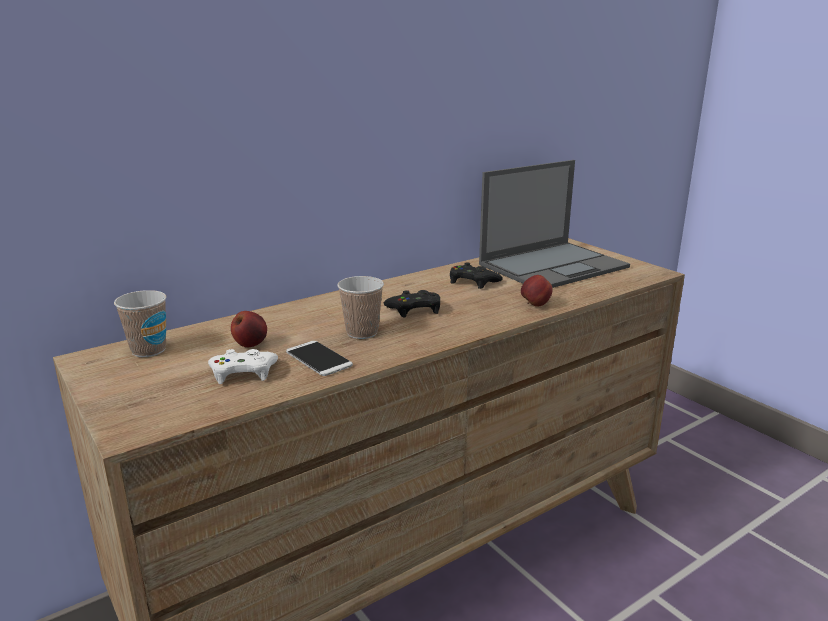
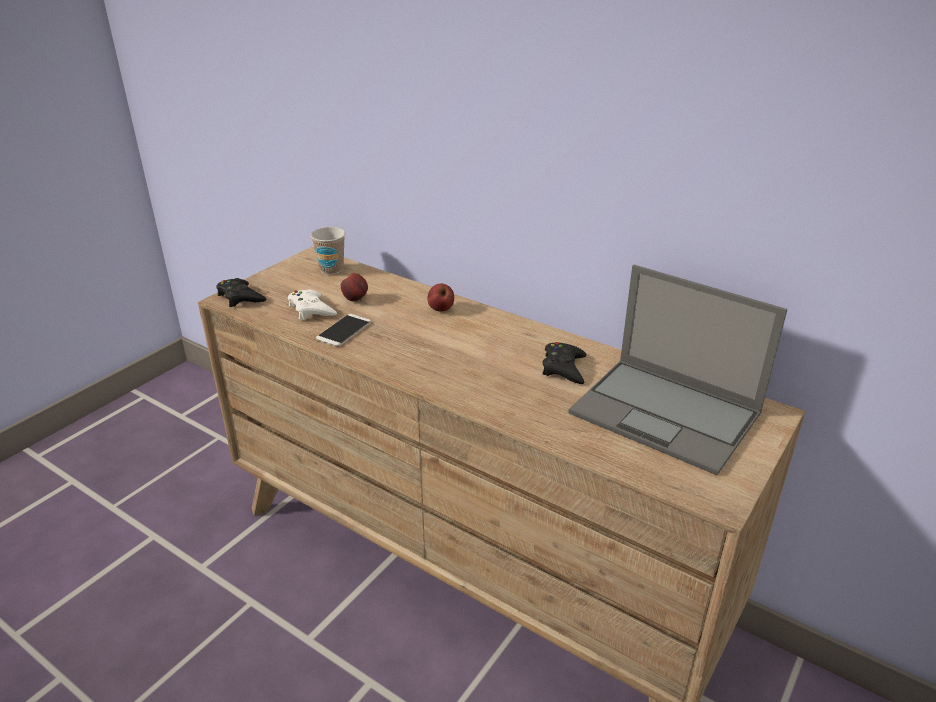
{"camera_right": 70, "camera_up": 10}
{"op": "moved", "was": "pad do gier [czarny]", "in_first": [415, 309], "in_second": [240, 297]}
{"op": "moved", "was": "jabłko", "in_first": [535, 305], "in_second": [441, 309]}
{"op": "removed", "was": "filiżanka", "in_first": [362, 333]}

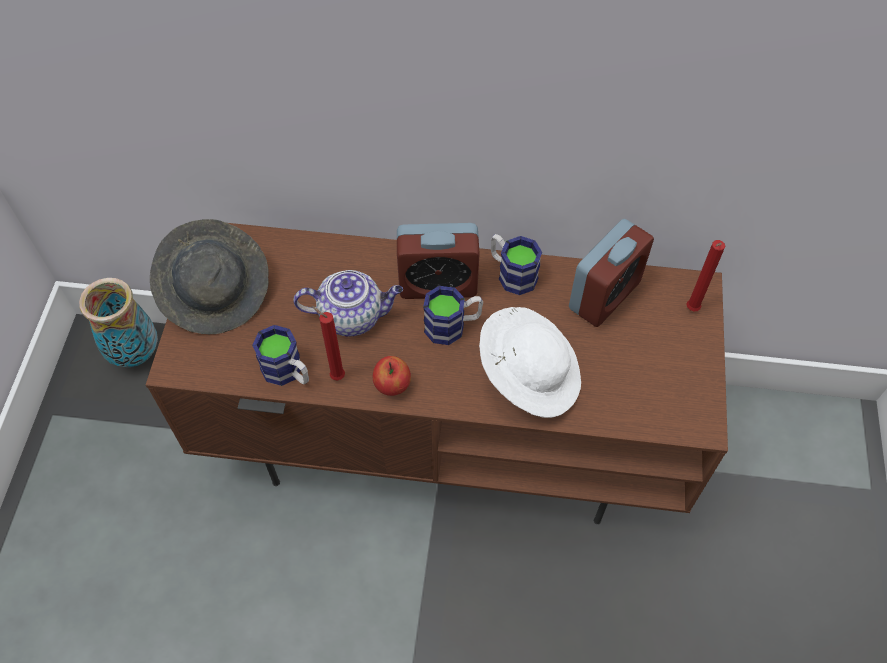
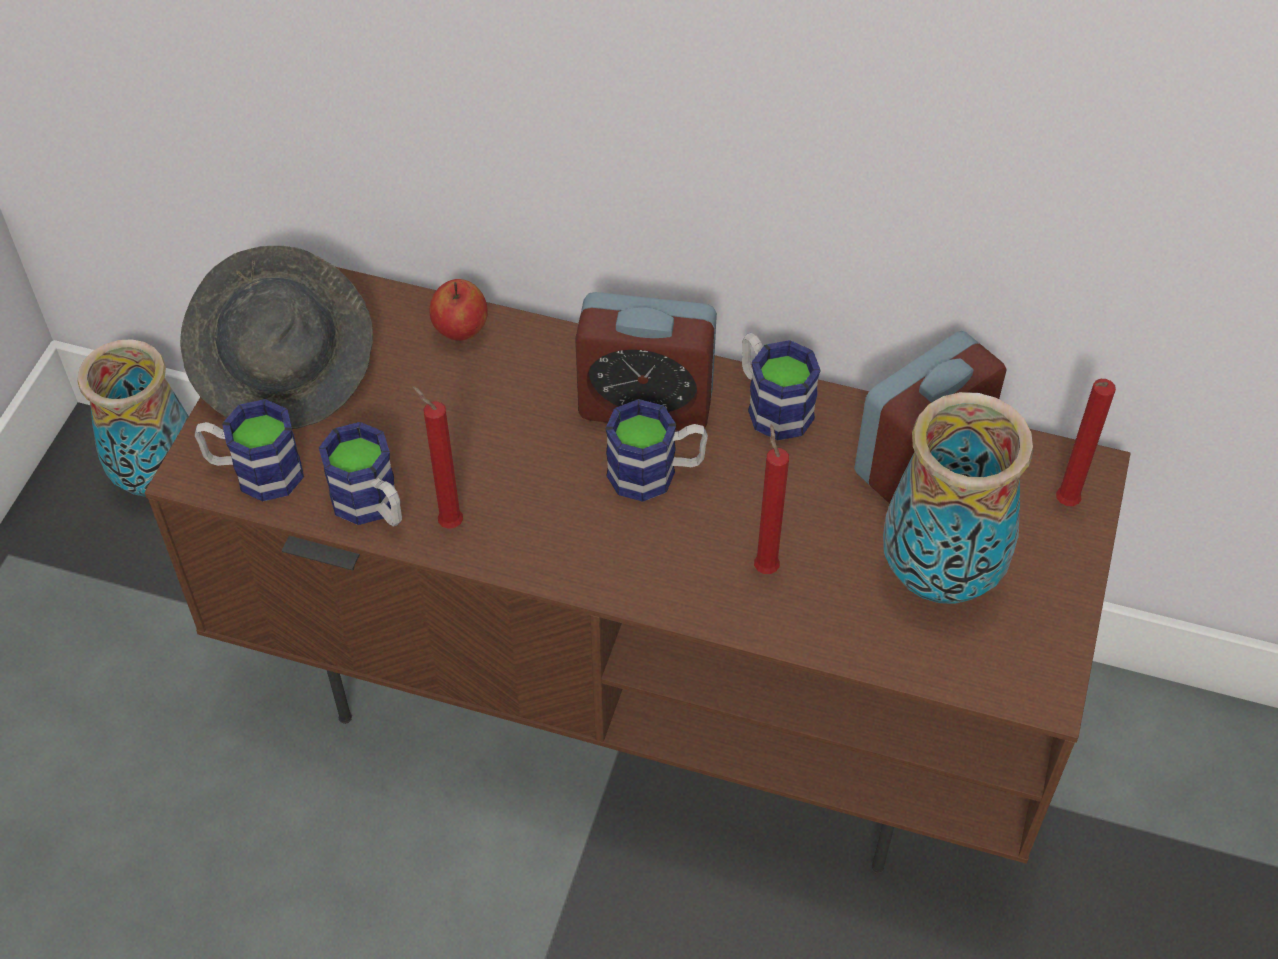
{"camera_right": 10, "camera_up": -5}
{"op": "added", "now": "kubek", "in_second": [255, 472]}
{"op": "moved", "was": "jabłko", "in_first": [392, 386], "in_second": [460, 330]}
{"op": "replaced", "was": "kapelusz [biały]", "now": "świeca [czerwony]", "in_first": [528, 374], "in_second": [765, 566]}
{"op": "added", "now": "wazon", "in_second": [938, 575]}
{"op": "removed", "was": "imbryk", "in_first": [352, 316]}

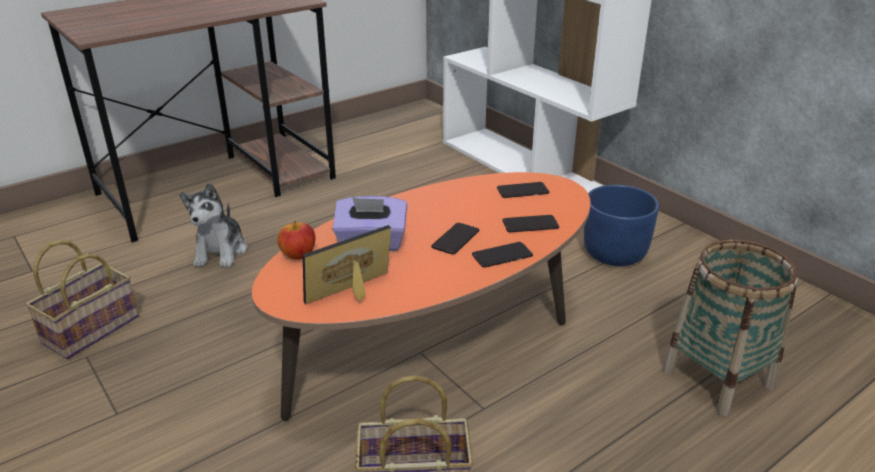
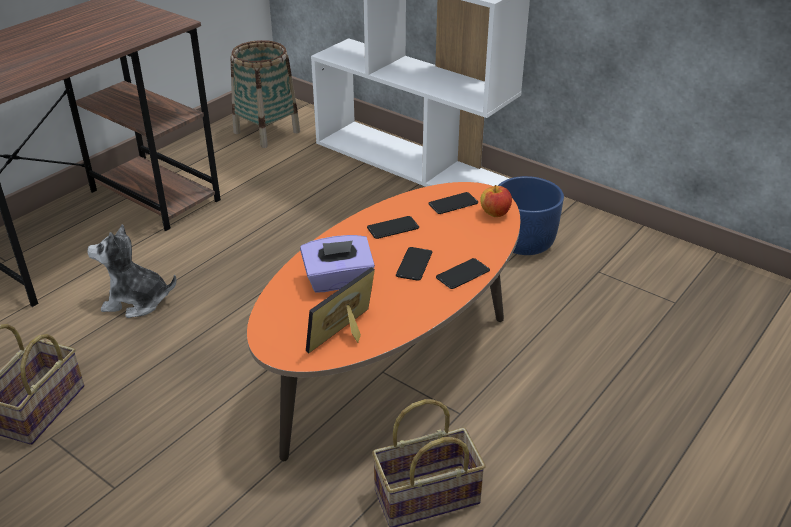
{"camera_right": -15, "camera_up": 5}
{"op": "turned", "was": "pluszak", "in_first": [221, 251], "in_second": [136, 301], "clockwise": 105}
{"op": "moved", "was": "koszyk", "in_first": [717, 378], "in_second": [266, 132]}
{"op": "moved", "was": "telefon", "in_first": [530, 224], "in_second": [393, 228]}
{"op": "moved", "was": "jabłko", "in_first": [298, 255], "in_second": [495, 213]}

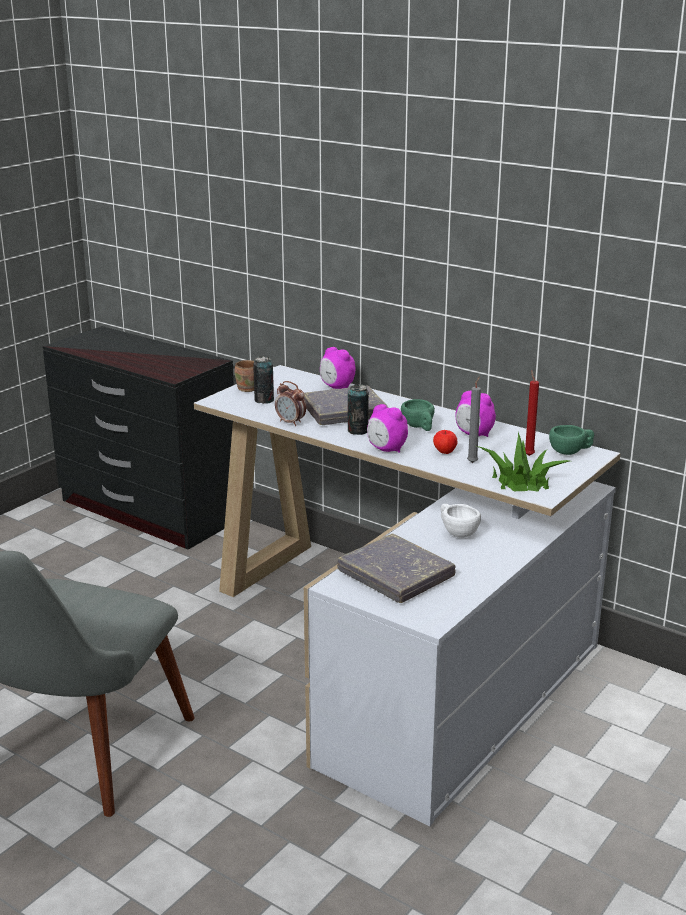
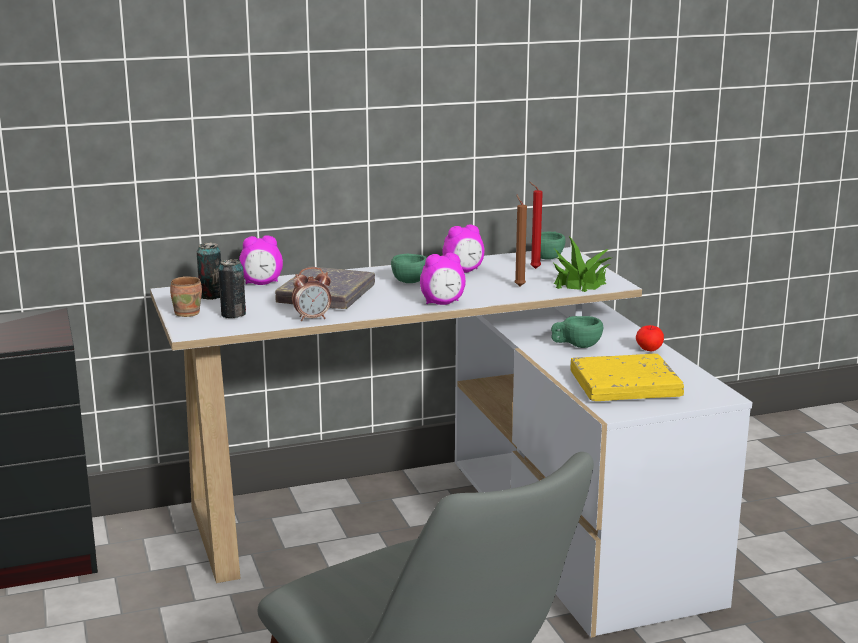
{"camera_right": -55, "camera_up": -5}
{"op": "moved", "was": "puszka", "in_first": [358, 431], "in_second": [211, 296]}
{"op": "recoloured", "was": "świeca [szary]", "now": "świeca [brązowy]", "in_first": [473, 462], "in_second": [518, 286]}
{"op": "recoloured", "was": "filiżanka [biały]", "now": "filiżanka [zielony]", "in_first": [456, 532], "in_second": [576, 345]}
{"op": "recoloured", "was": "książka [szary]", "now": "książka [żółty]", "in_first": [395, 574], "in_second": [625, 385]}
{"op": "moved", "was": "jabłko", "in_first": [444, 452], "in_second": [649, 350]}

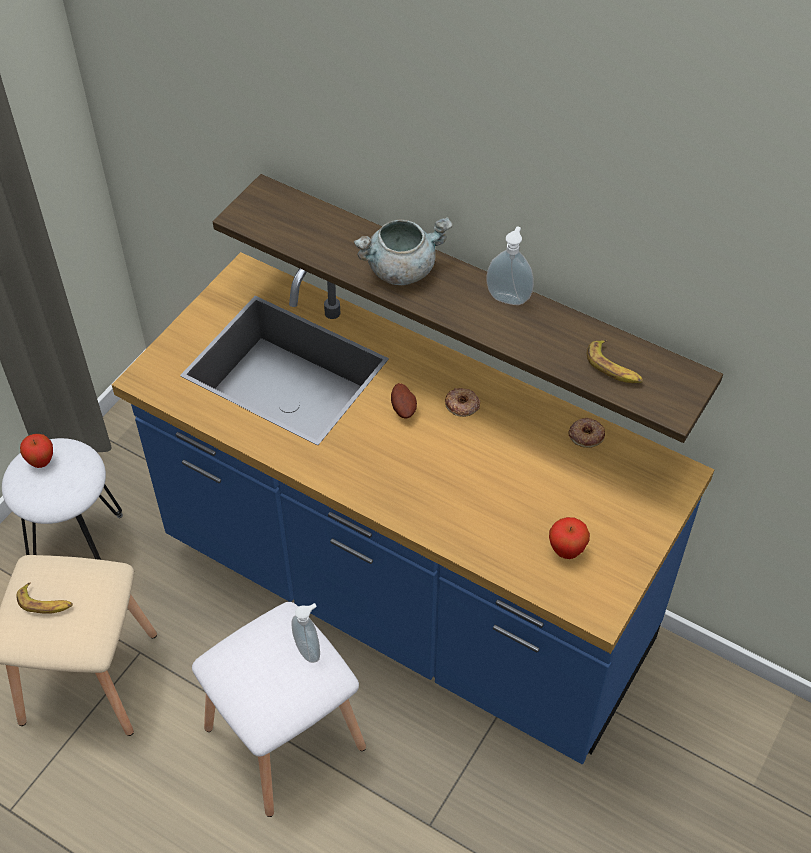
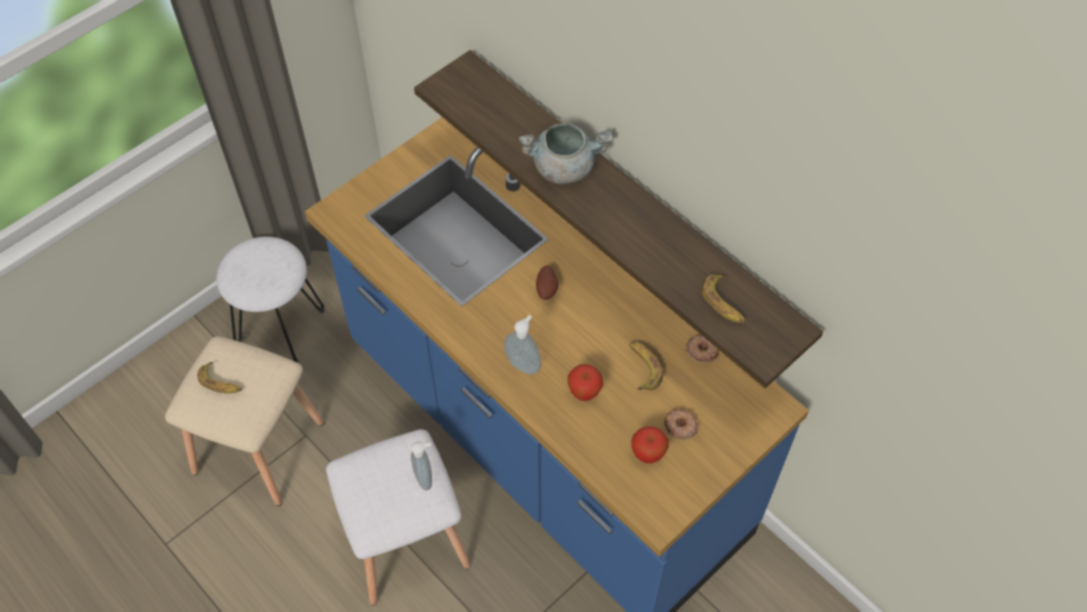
{"camera_right": 15, "camera_up": 5}
{"op": "moved", "was": "dozownik mydła", "in_first": [509, 297], "in_second": [524, 364]}
{"op": "moved", "was": "jabłko", "in_first": [41, 462], "in_second": [584, 393]}
{"op": "added", "now": "banan", "in_second": [643, 368]}
{"op": "moved", "was": "donut", "in_first": [462, 405], "in_second": [680, 426]}

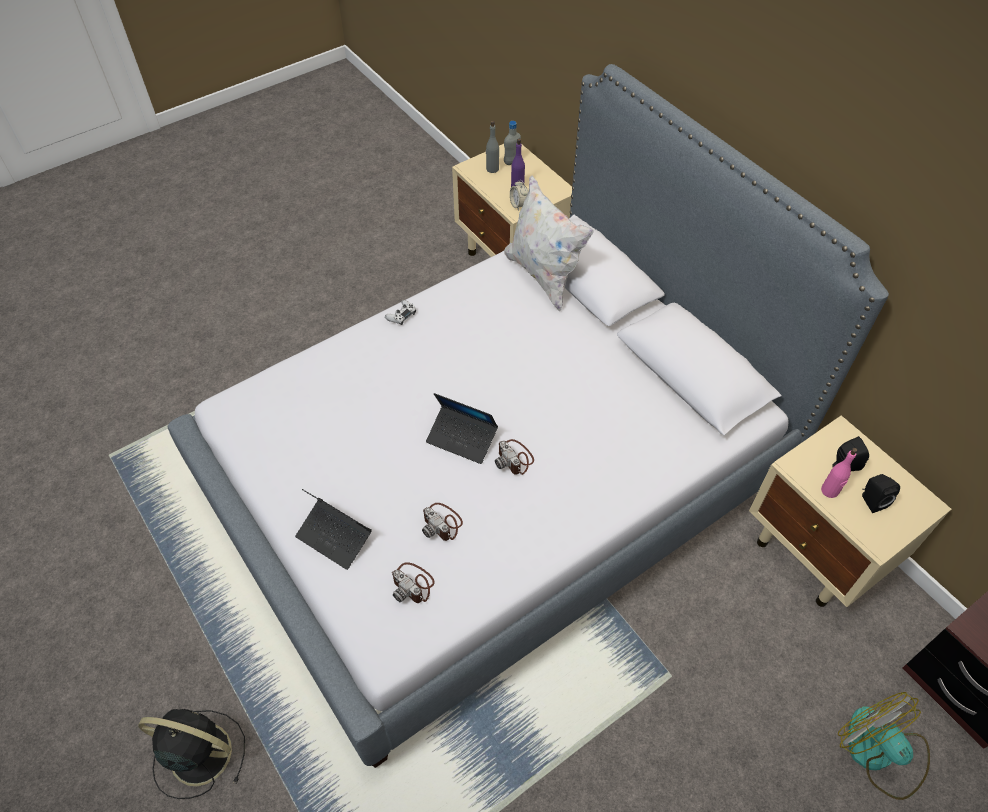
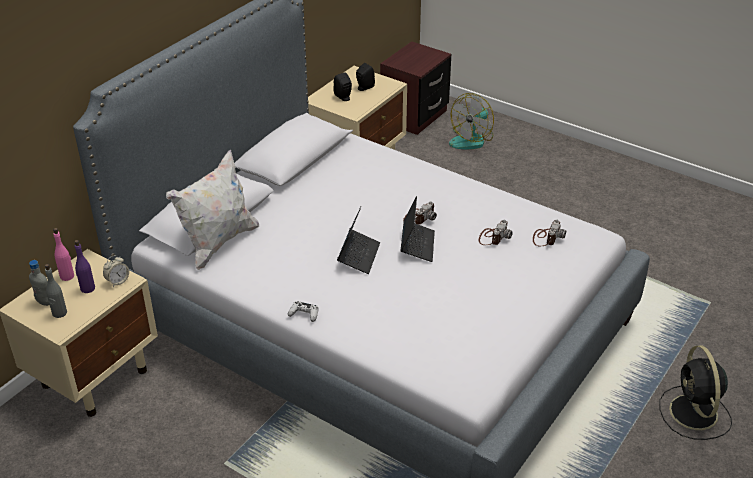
{"camera_right": -110, "camera_up": -15}
{"op": "moved", "was": "butelka [różowy]", "in_first": [830, 491], "in_second": [67, 276]}
{"op": "moved", "was": "laptop", "in_first": [334, 537], "in_second": [359, 255]}

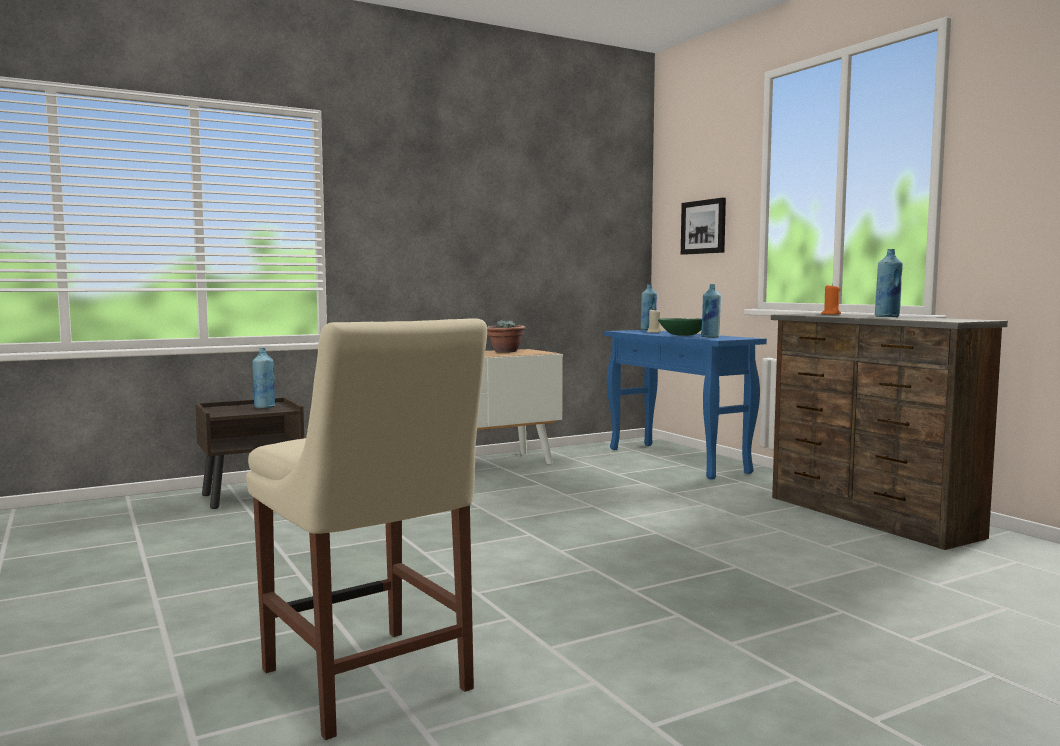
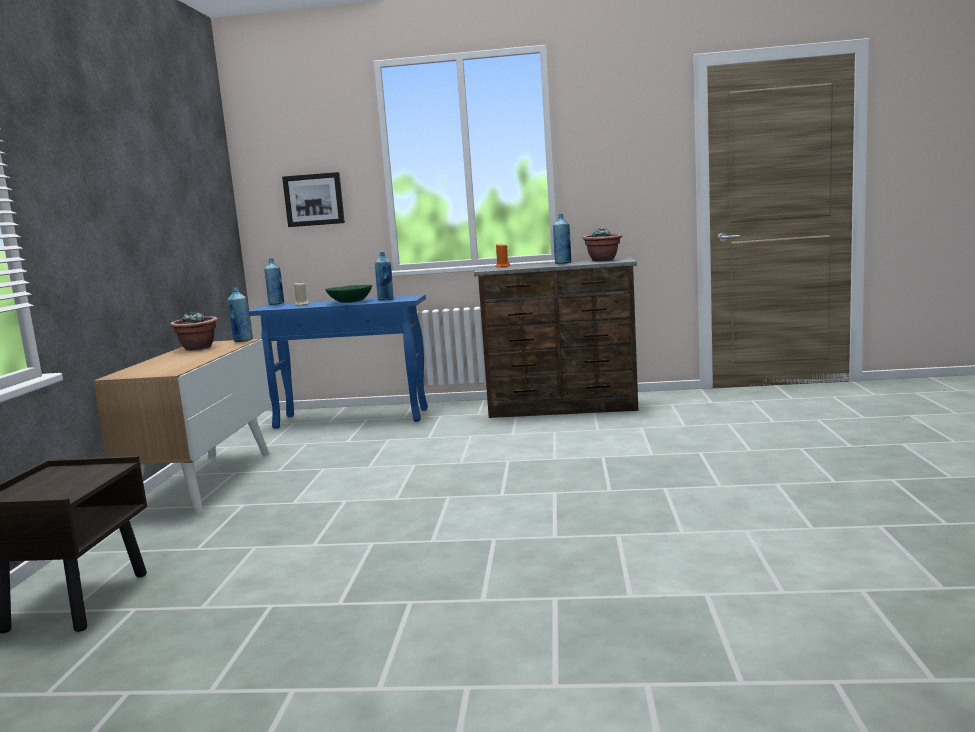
{"camera_right": -55, "camera_up": 5}
{"op": "moved", "was": "butelka [niebieski]", "in_first": [264, 407], "in_second": [242, 341]}
{"op": "added", "now": "roślina doniczkowa", "in_second": [603, 260]}
{"op": "removed", "was": "krzesło [beżowy]", "in_first": [369, 684]}

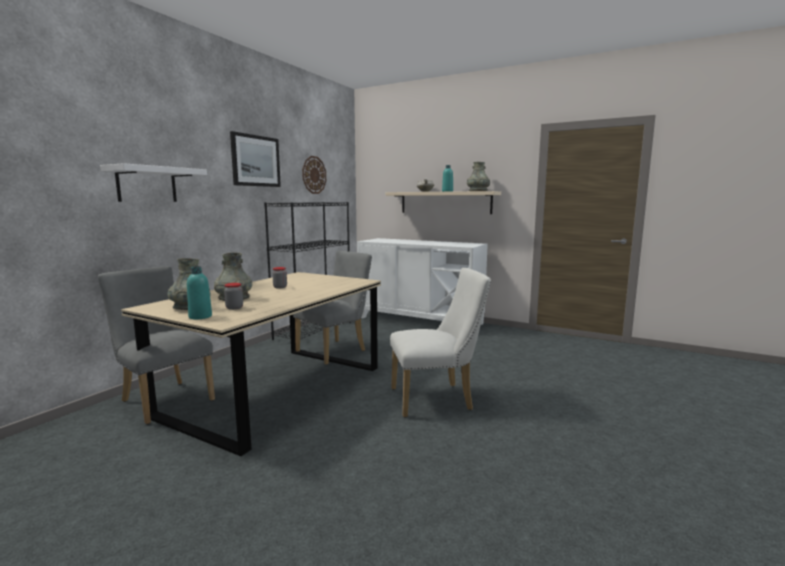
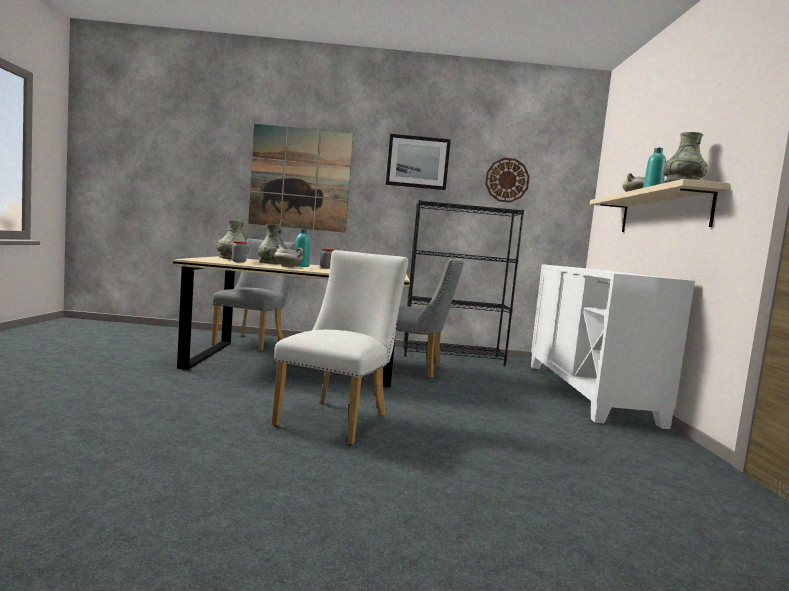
{"camera_right": 60, "camera_up": -5}
{"op": "replaced", "was": "półka [biały]", "now": "obraz", "in_first": [147, 185], "in_second": [300, 179]}
{"op": "turned", "was": "krzesło [biały]", "in_first": [437, 399], "in_second": [337, 418], "clockwise": -120}
{"op": "added", "now": "garnek [biały]", "in_second": [288, 267]}
{"op": "moved", "was": "butelka [turkusowy]", "in_first": [200, 316], "in_second": [301, 266]}

